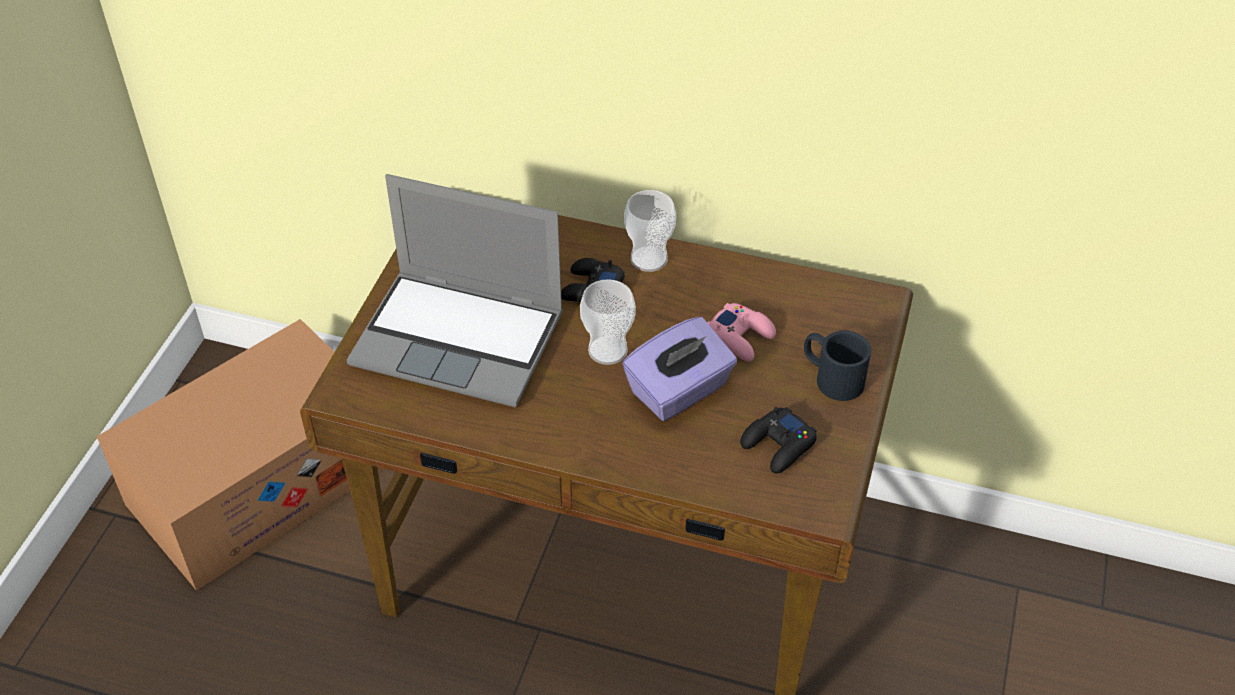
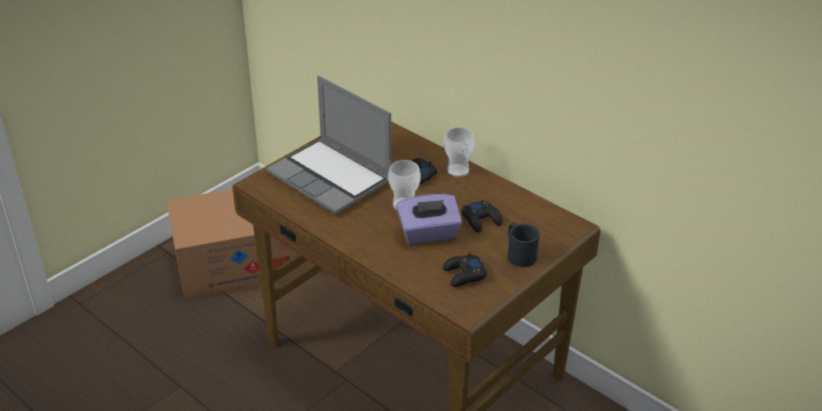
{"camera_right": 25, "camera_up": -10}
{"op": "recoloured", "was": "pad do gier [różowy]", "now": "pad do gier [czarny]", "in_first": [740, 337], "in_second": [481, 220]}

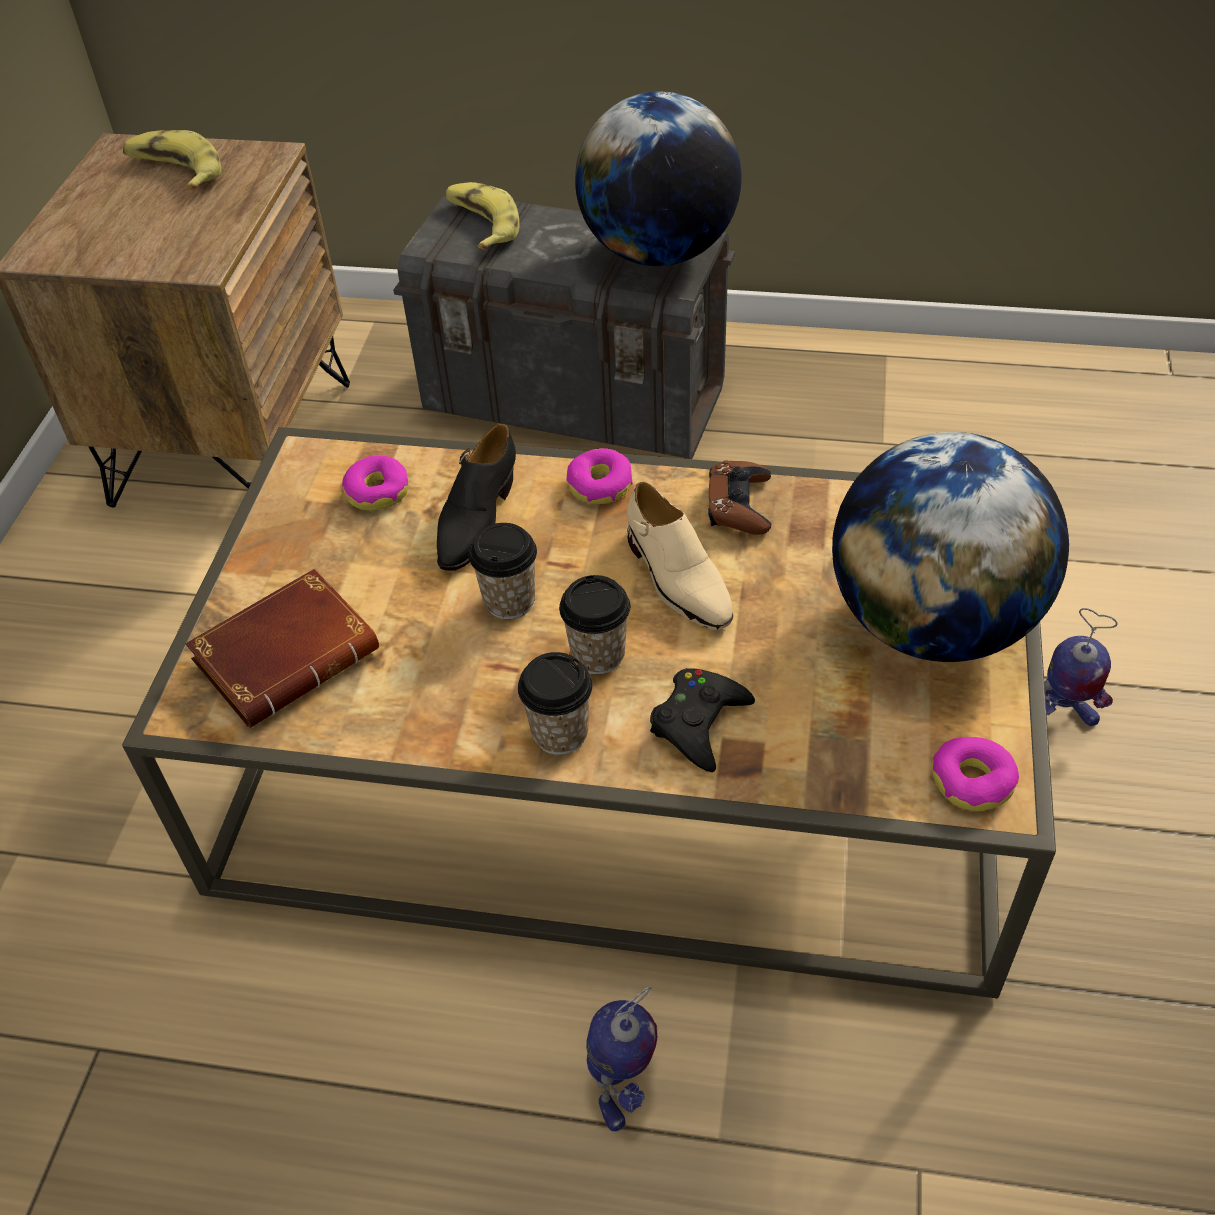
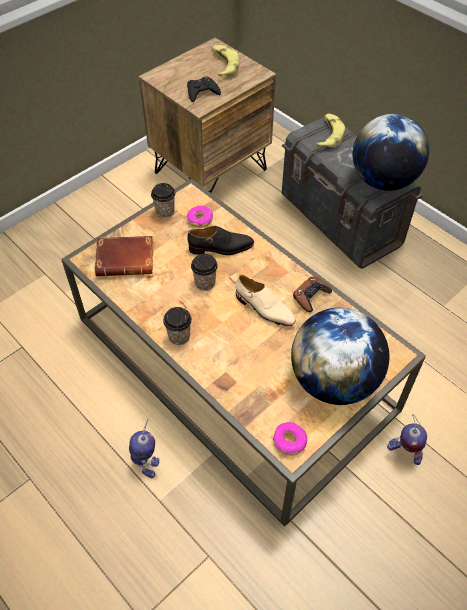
{"camera_right": 35, "camera_up": 5}
{"op": "turned", "was": "robot zabawkowy", "in_first": [622, 1085], "in_second": [146, 462], "clockwise": -75}
{"op": "moved", "was": "filiżanka", "in_first": [598, 655], "in_second": [165, 212]}
{"op": "moved", "was": "pad do gier [czarny]", "in_first": [699, 723], "in_second": [202, 92]}
{"op": "turned", "was": "but [czarny]", "in_first": [476, 519], "in_second": [221, 248], "clockwise": -150}
{"op": "turned", "was": "but [beżowy]", "in_first": [677, 579], "in_second": [264, 309], "clockwise": -60}
{"op": "removed", "was": "donut", "in_first": [599, 485]}

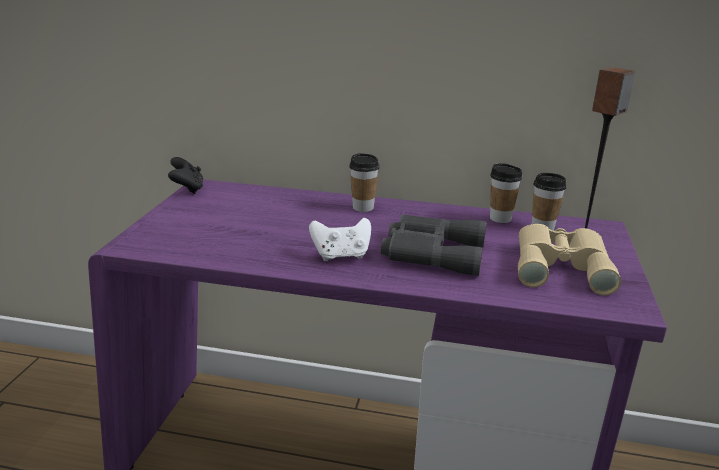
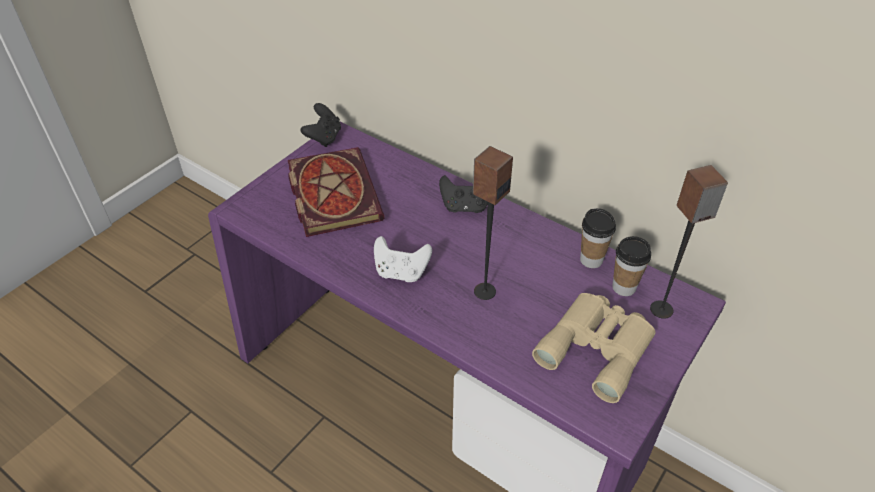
{"camera_right": 25, "camera_up": 20}
{"op": "added", "now": "książka", "in_second": [331, 193]}
{"op": "replaced", "was": "filiżanka", "now": "pad do gier [czarny]", "in_first": [363, 207], "in_second": [465, 206]}
{"op": "replaced", "was": "lornetka [szary]", "now": "głośnik", "in_first": [430, 252], "in_second": [484, 291]}

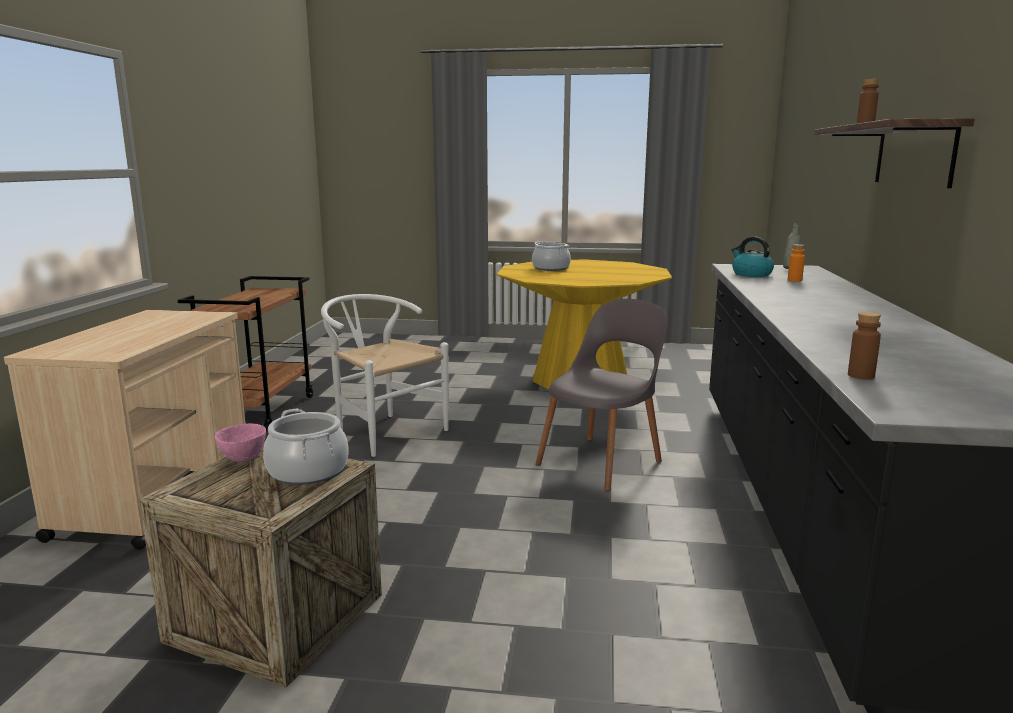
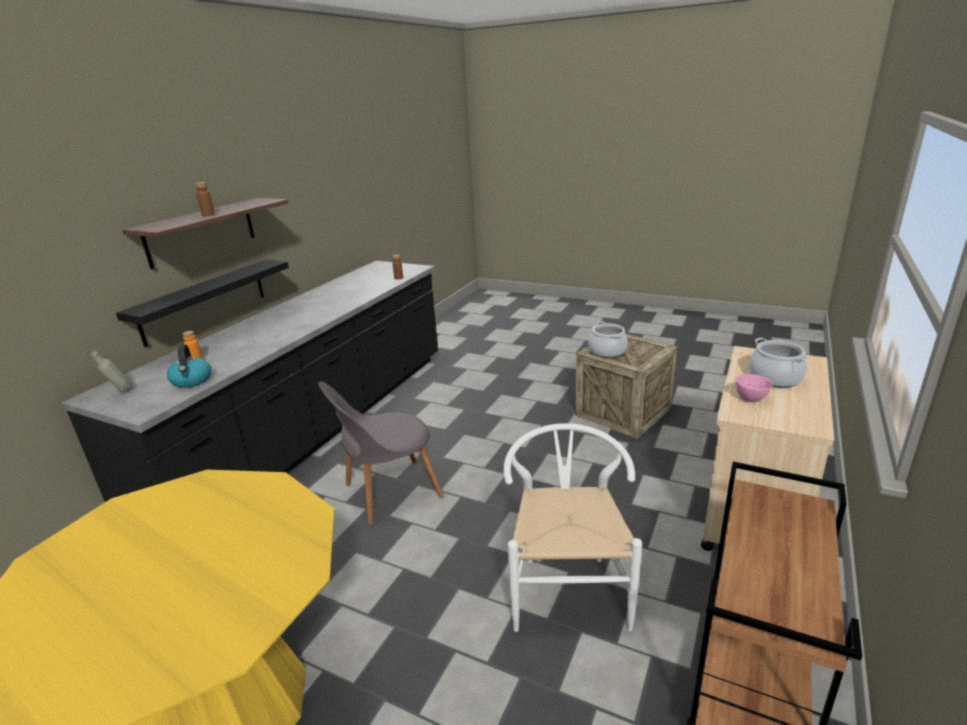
{"camera_right": -160, "camera_up": 10}
{"op": "added", "now": "półka [czarny]", "in_second": [204, 301]}
{"op": "turned", "was": "krzesło [biały]", "in_first": [383, 430], "in_second": [567, 585], "clockwise": -150}
{"op": "moved", "was": "miska [różowy]", "in_first": [244, 459], "in_second": [750, 399]}
{"op": "moved", "was": "garnek", "in_first": [551, 268], "in_second": [775, 378]}

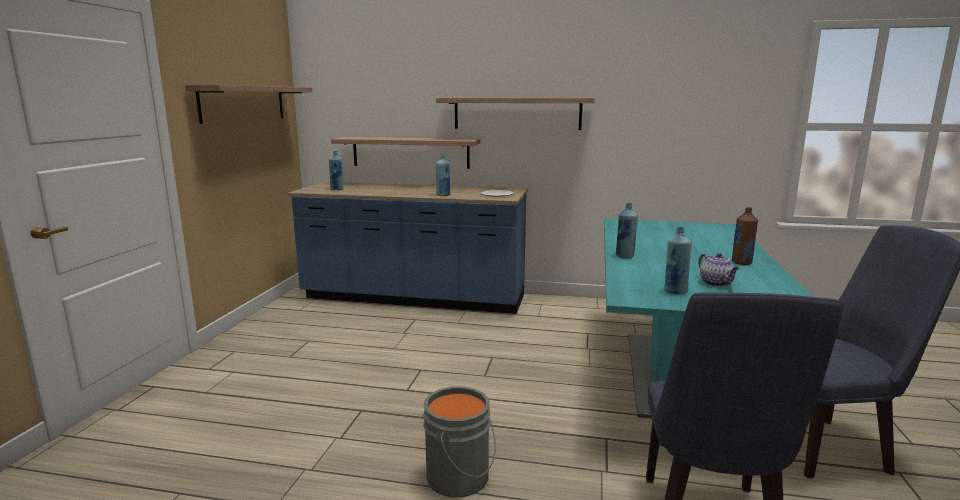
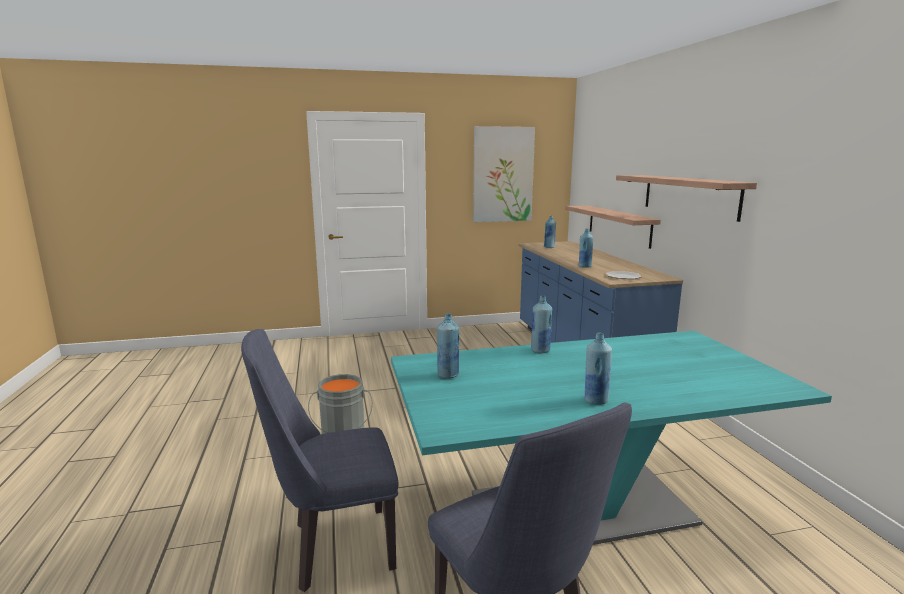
{"camera_right": 65, "camera_up": 0}
{"op": "replaced", "was": "półka", "now": "obraz", "in_first": [243, 103], "in_second": [503, 174]}
{"op": "recoloured", "was": "butelka [brązowy]", "now": "butelka [niebieski]", "in_first": [741, 263], "in_second": [595, 400]}
{"op": "removed", "was": "imbryk", "in_first": [716, 283]}

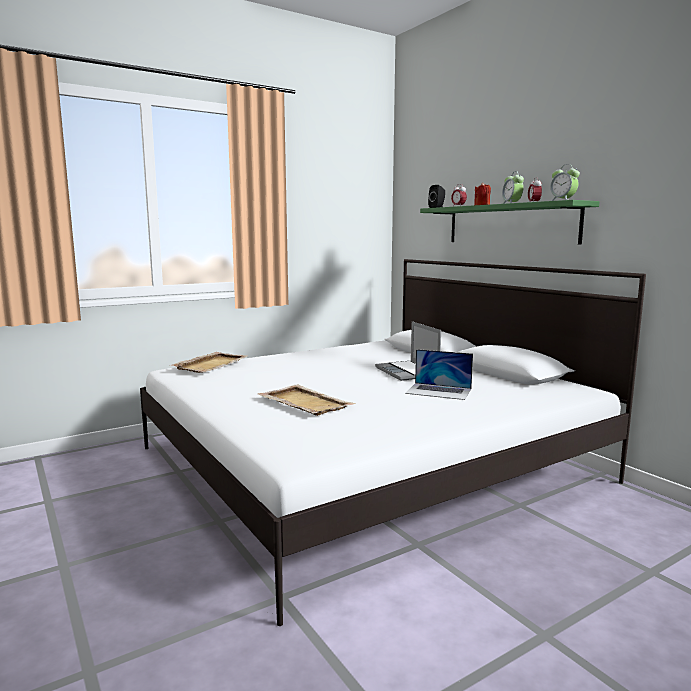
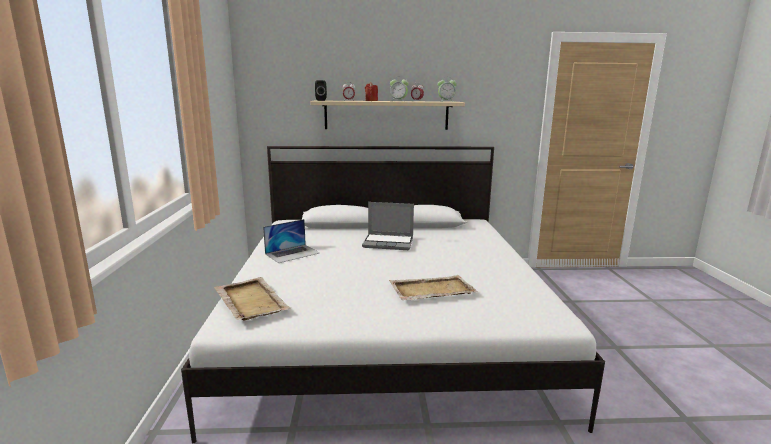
{"camera_right": -60, "camera_up": 5}
{"op": "moved", "was": "laptop", "in_first": [439, 391], "in_second": [292, 253]}
{"op": "recoloured", "was": "półka [zielony]", "now": "półka [beżowy]", "in_first": [510, 224], "in_second": [386, 115]}

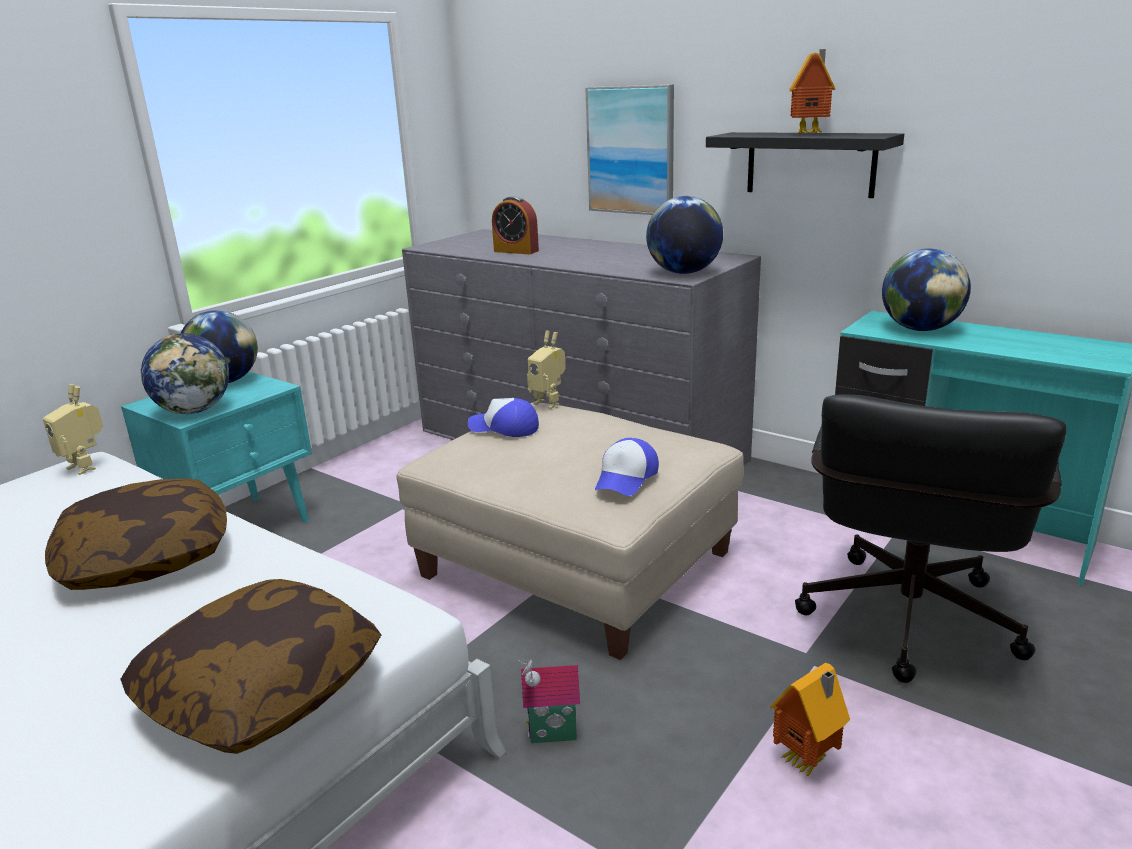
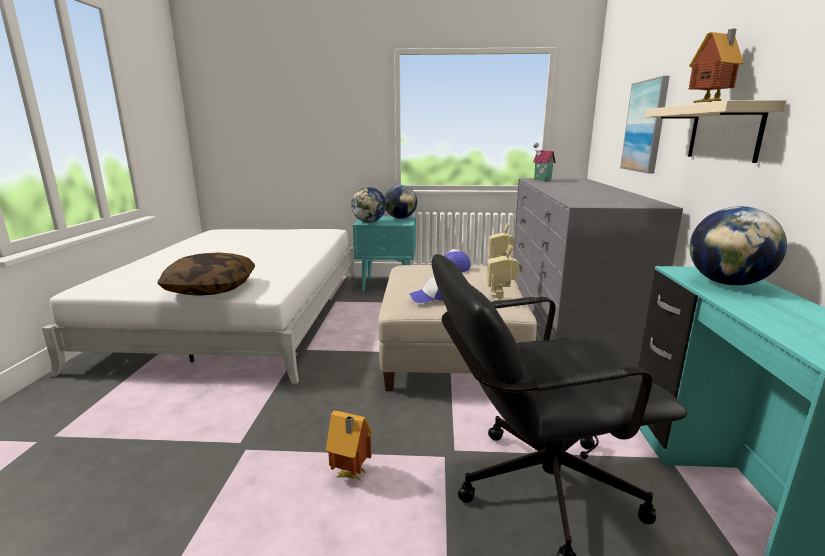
{"camera_right": 55, "camera_up": -5}
{"op": "moved", "was": "robot zabawkowy", "in_first": [86, 466], "in_second": [501, 298]}
{"op": "moved", "was": "domek", "in_first": [553, 736], "in_second": [541, 180]}
{"op": "recoloured", "was": "półka [czarny]", "now": "półka [beżowy]", "in_first": [810, 164], "in_second": [724, 132]}
{"op": "removed", "was": "poduszka", "in_first": [147, 558]}
{"op": "removed", "was": "budzik", "in_first": [516, 251]}
{"op": "removed", "was": "globus", "in_first": [684, 273]}

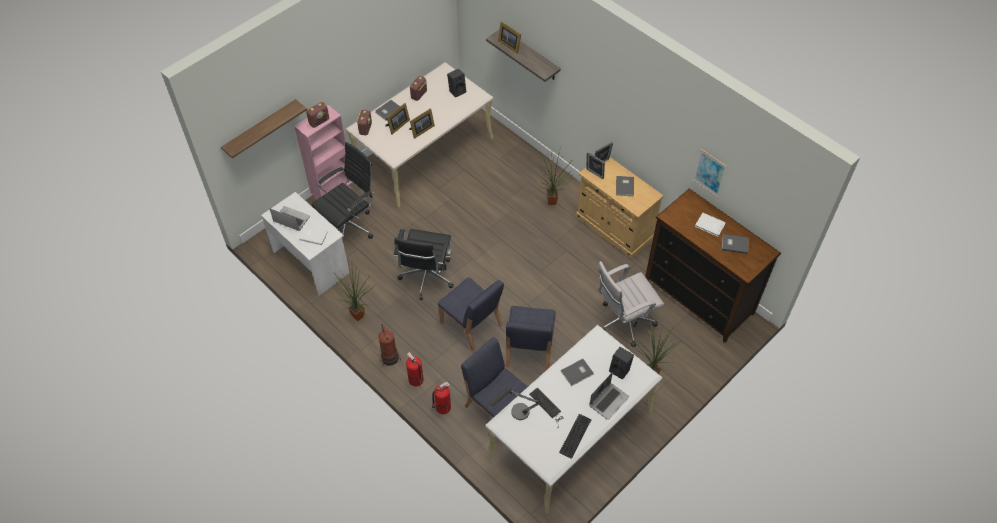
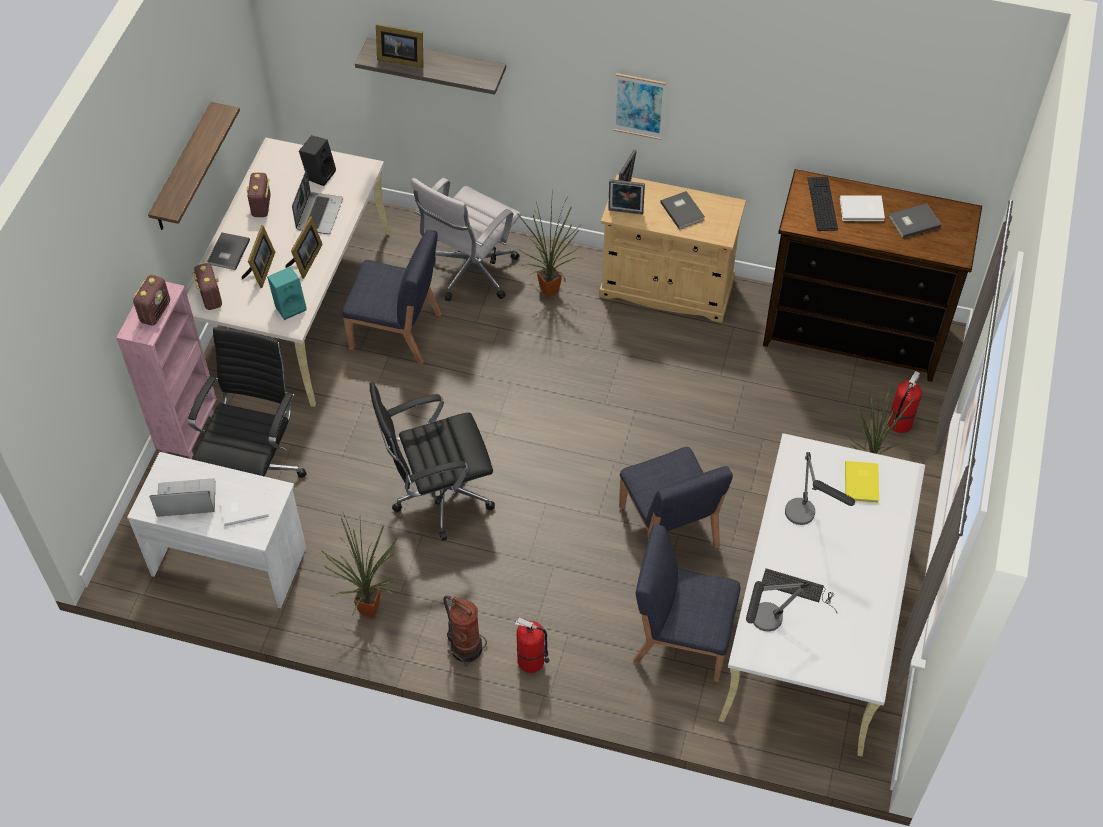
{"camera_right": -30, "camera_up": 0}
{"op": "moved", "was": "półka", "in_first": [261, 130], "in_second": [183, 169]}
{"op": "added", "now": "głośnik [turkusowy]", "in_second": [290, 306]}
{"op": "moved", "was": "laptop", "in_first": [608, 401], "in_second": [319, 213]}
{"op": "moved", "was": "krzesło [niebieski]", "in_first": [471, 325], "in_second": [397, 332]}
{"op": "turned", "was": "krzesło biurowe [czarny]", "in_first": [426, 279], "in_second": [438, 497], "clockwise": 90}
{"op": "moved", "was": "krzesło biurowe [biały]", "in_first": [623, 323], "in_second": [470, 274]}
{"op": "moved", "was": "obraz", "in_first": [709, 173], "in_second": [639, 106]}
{"op": "replaced", "was": "książka [szary]", "now": "lampa stołowa", "in_first": [578, 373], "in_second": [807, 517]}
{"op": "moved", "was": "klawiatura", "in_first": [575, 436], "in_second": [822, 204]}
{"op": "replaced", "was": "głośnik [czarny]", "now": "książka [żółty]", "in_first": [620, 370], "in_second": [862, 482]}
{"op": "moved", "was": "gaśnica", "in_first": [442, 407], "in_second": [899, 424]}

